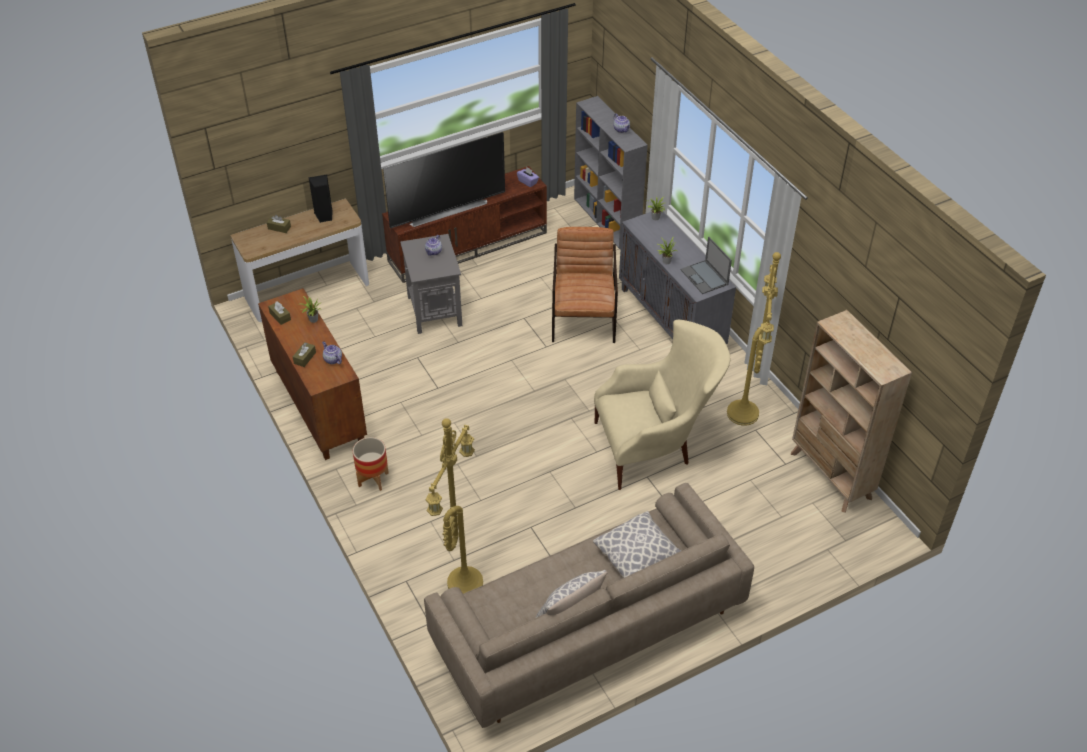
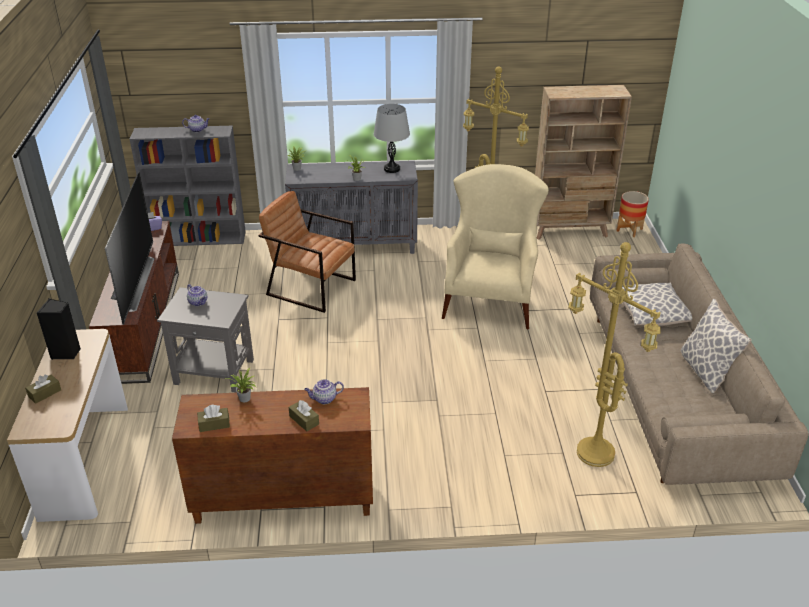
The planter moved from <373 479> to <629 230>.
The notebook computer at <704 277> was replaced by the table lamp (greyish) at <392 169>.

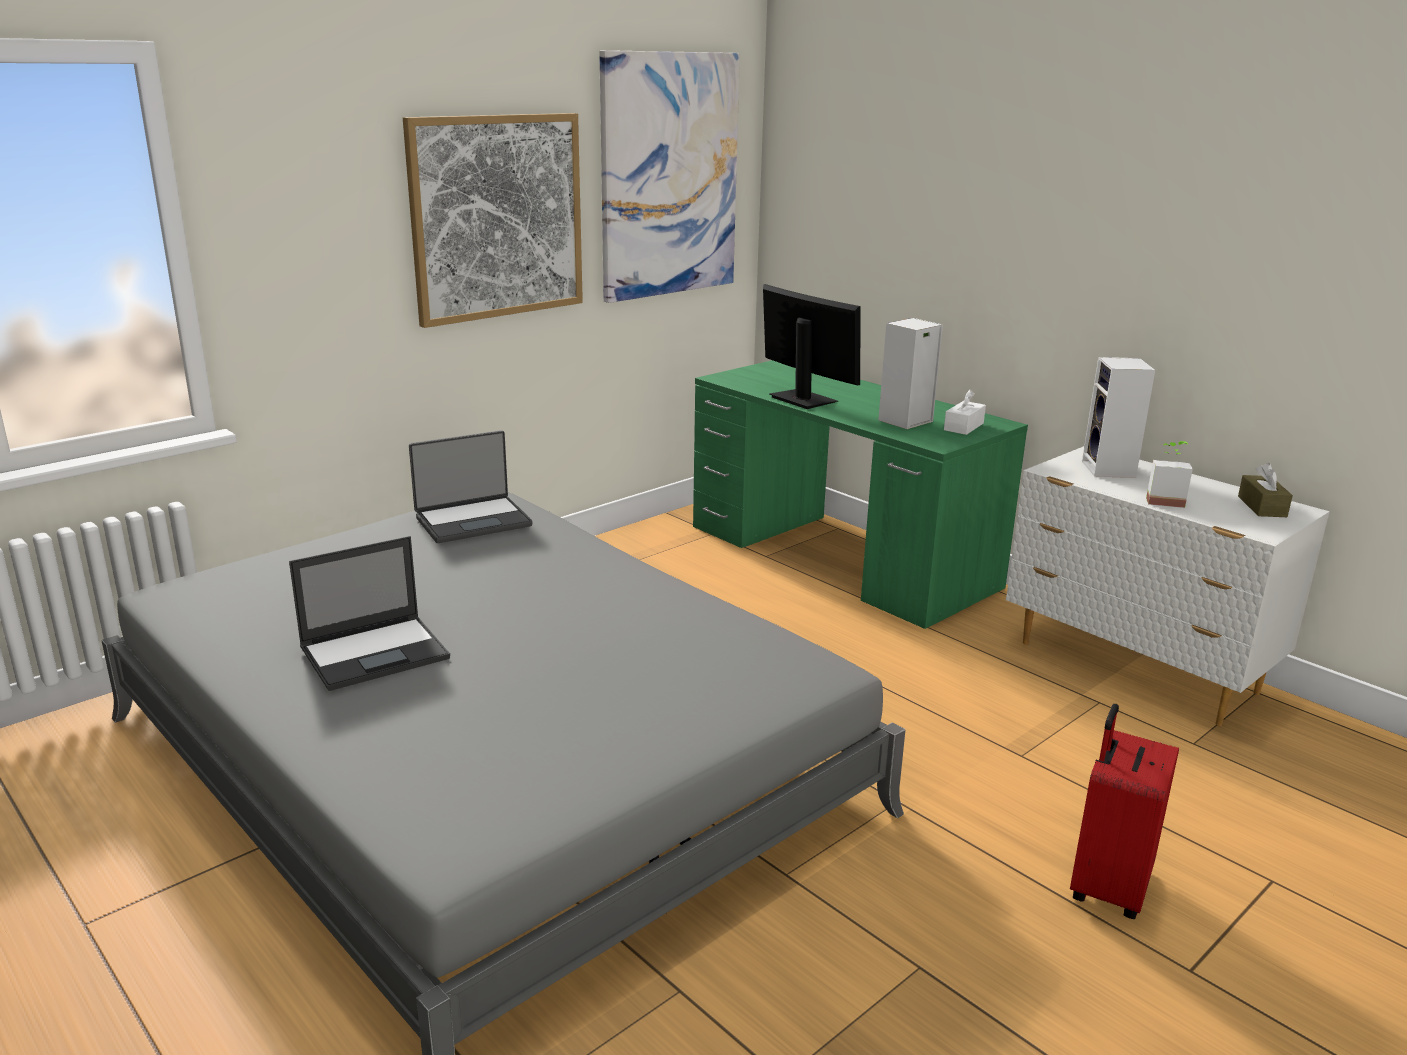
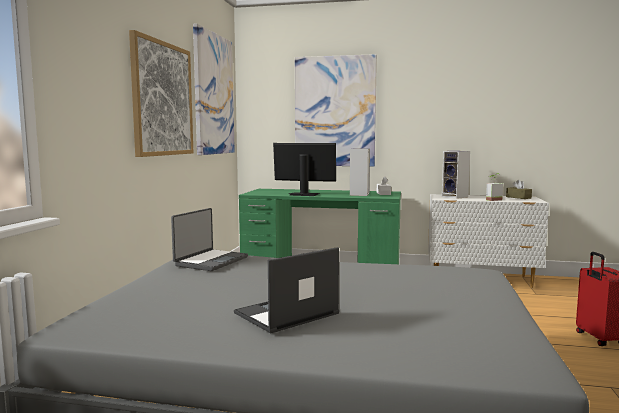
The wall art at <335 111> appeared.
The notebook computer at <376 652> turned 150 degrees counterclockwise.

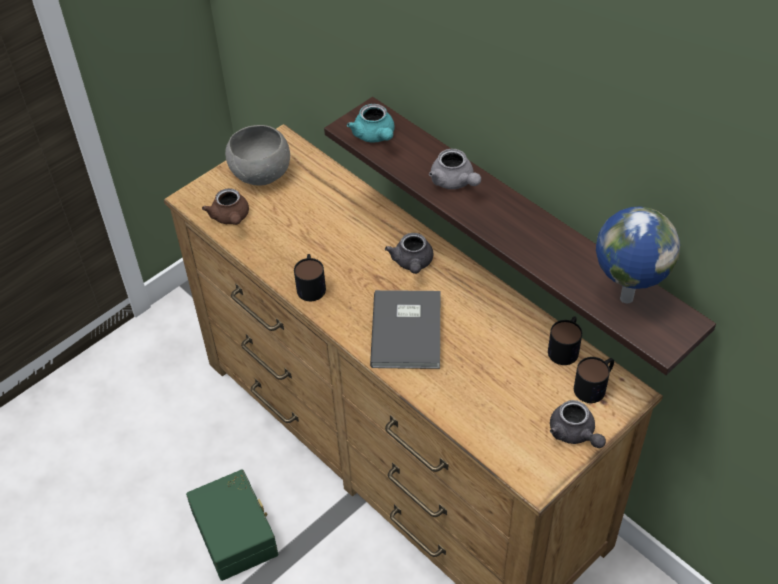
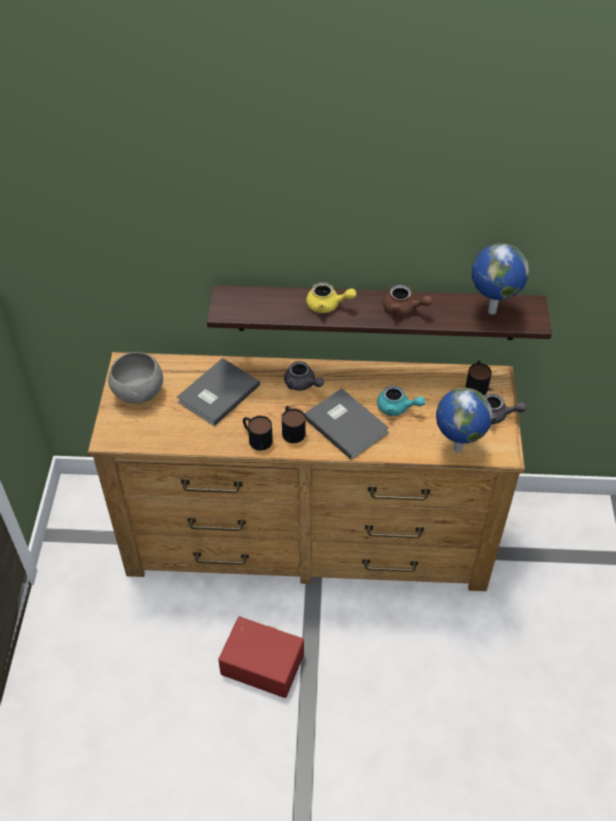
The book (greyish) at <216 393> appeared.
The globe at <456 448> appeared.
The tea pot (brown) moved from <231 218> to <404 309>.
The tea pot (turquoise) moved from <375 136> to <397 408>.
The tea mug moved from <565 347> to <292 429>.
The storage box (green-coloured) at <237 532> became the storage box (red-coloured) at <263 662>.
The tea pot (greyish) at <454 182> became the tea pot (yellow-coloured) at <327 306>.

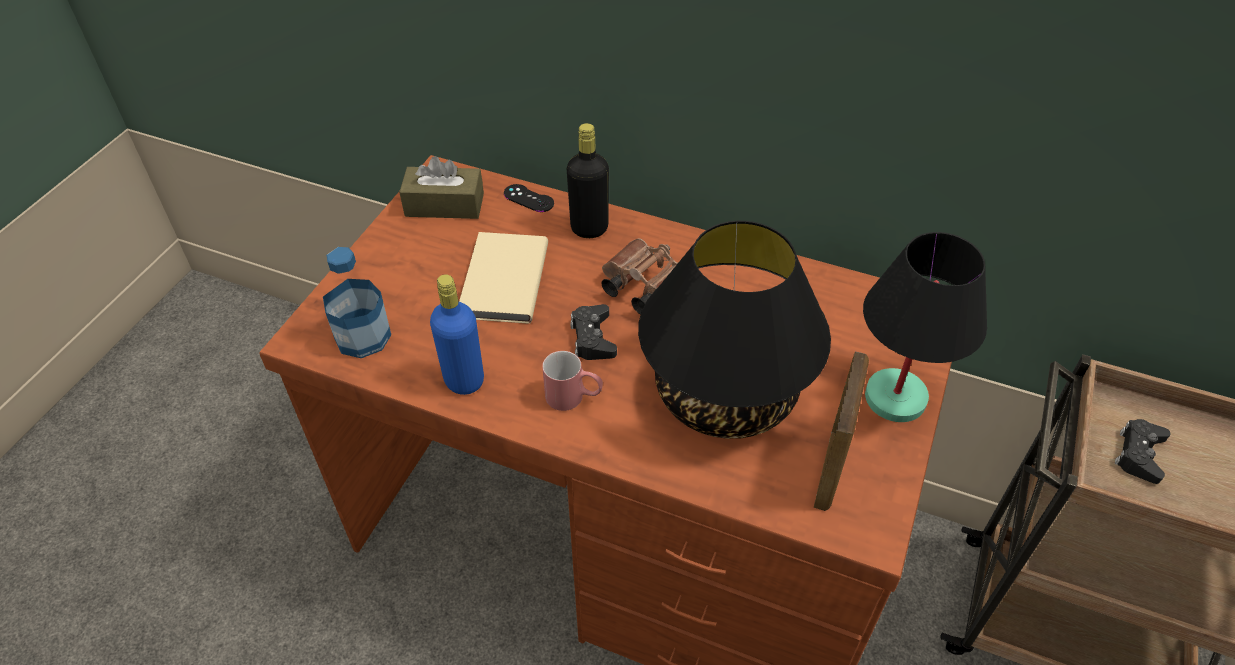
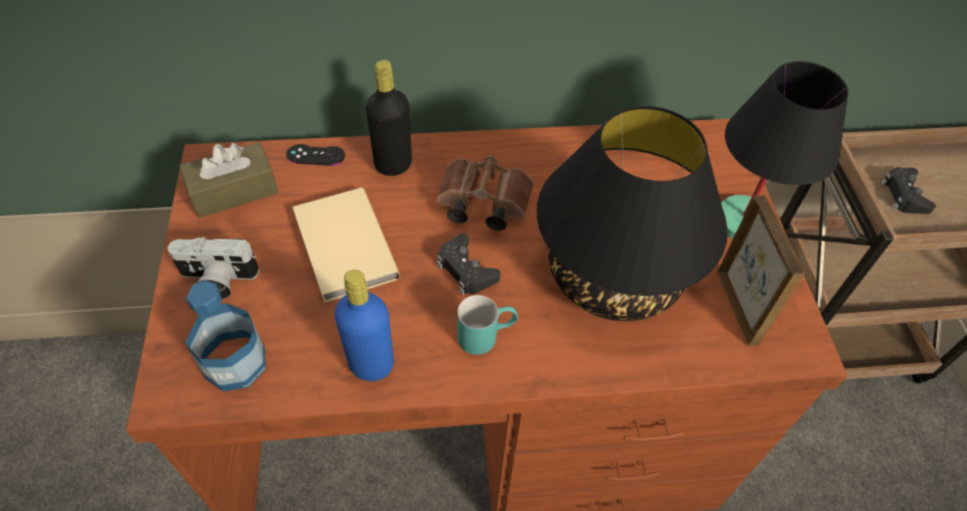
The photo camera at <217 280> appeared.
The tea mug (red-coloured) at <574 397> became the tea mug (turquoise) at <486 335>.

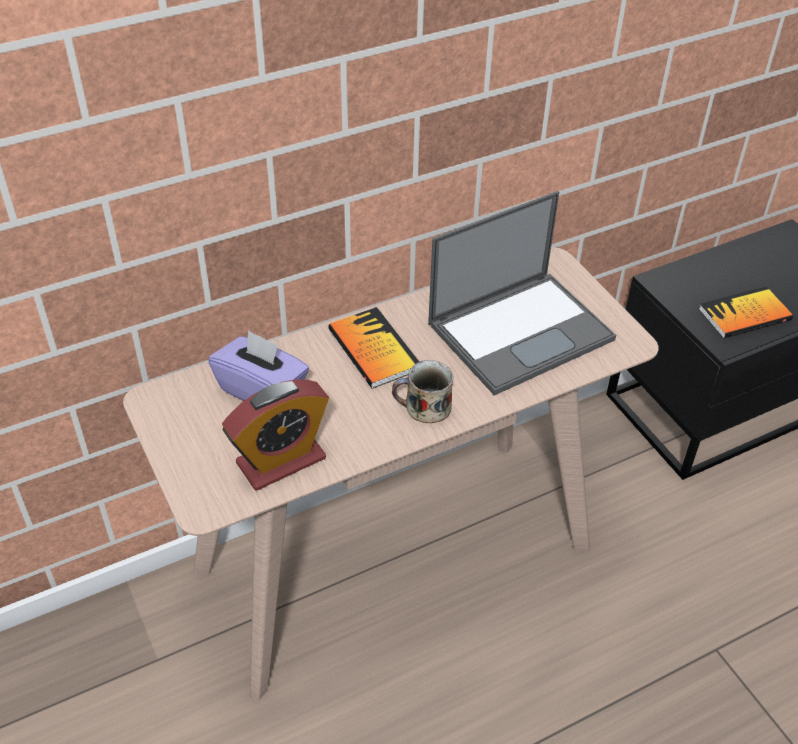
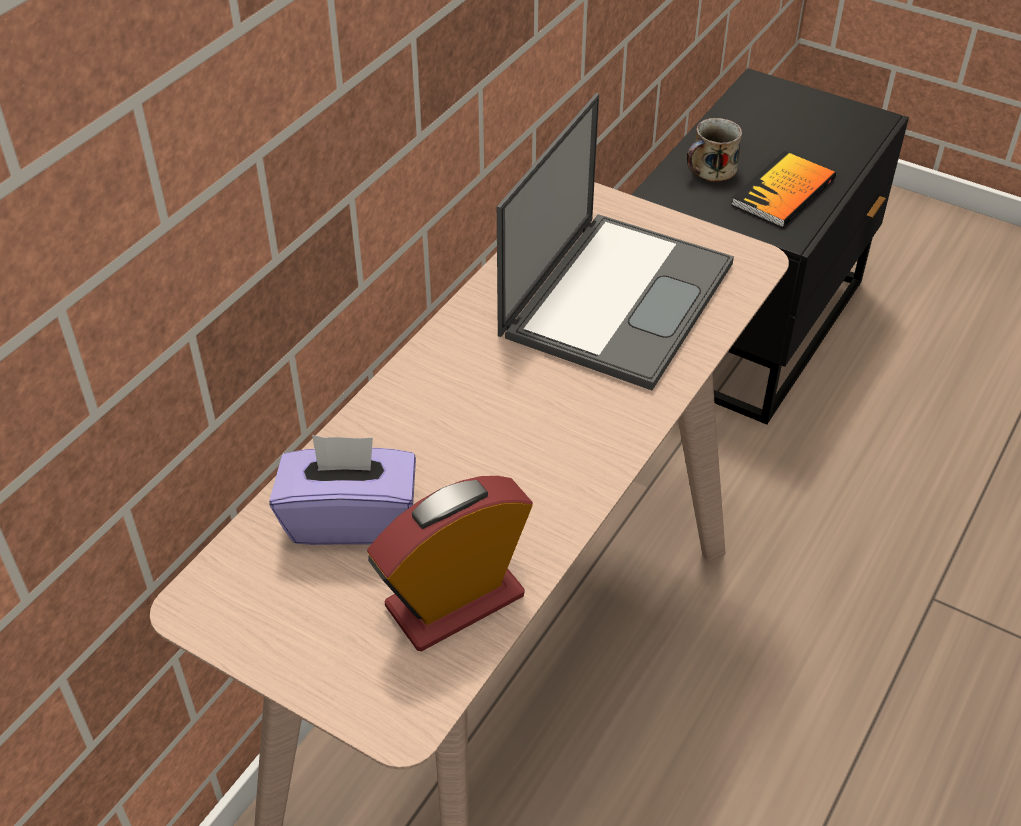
The book at <373 349> disappeared.
The tea mug moved from <425 407> to <711 170>.
The table clock at <281 461> turned 150 degrees counterclockwise.

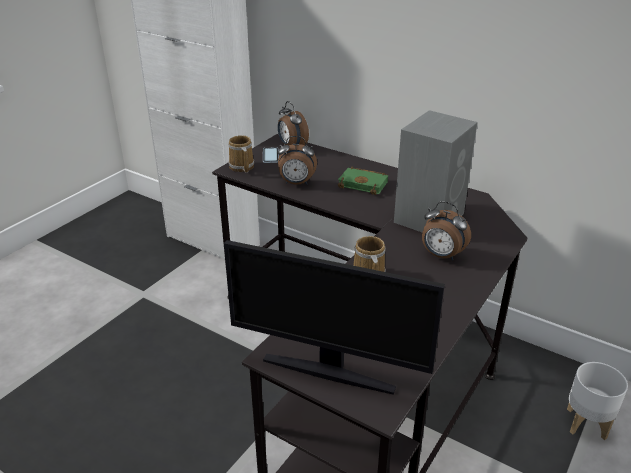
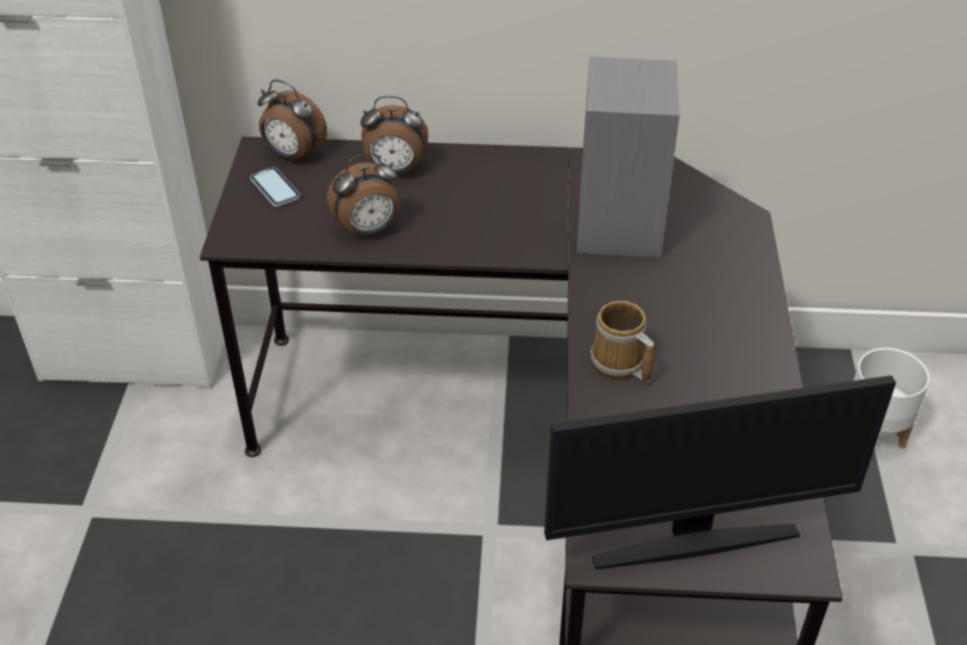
The tea mug at <241 167> disappeared.
The book (green-coloured) at <364 184> disappeared.
The table clock moved from <441 255> to <395 171>.

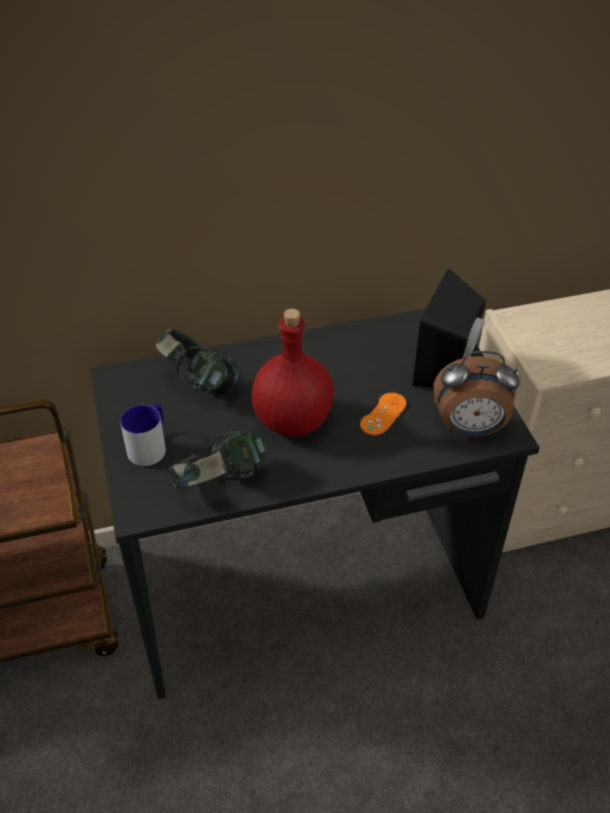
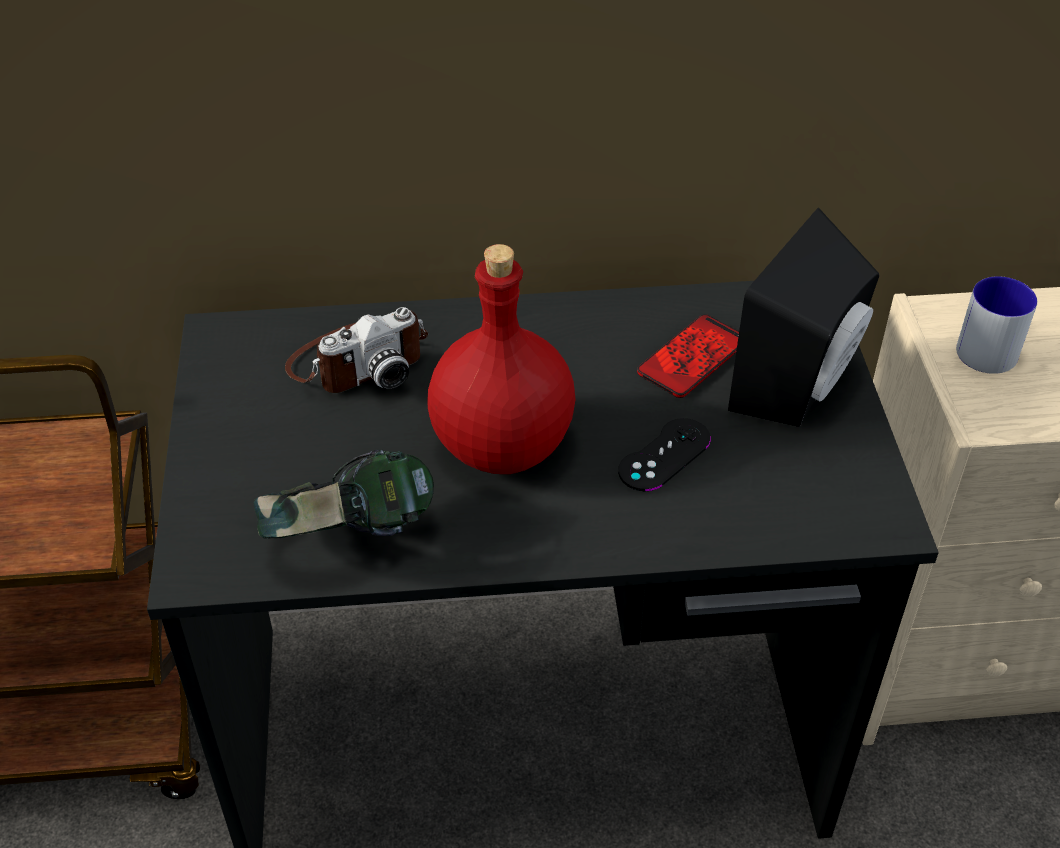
The table clock at <470 429> disappeared.
The handset at <692 357> appeared.
The tea mug moved from <150 446> to <990 345>.
The headphones at <199 383> was replaced by the photo camera at <358 362>.
The joypad (orange-coloured) at <383 414> became the joypad (black-coloured) at <664 455>.

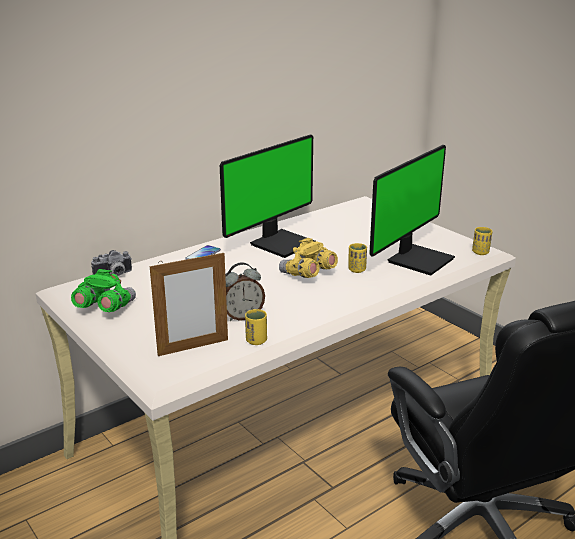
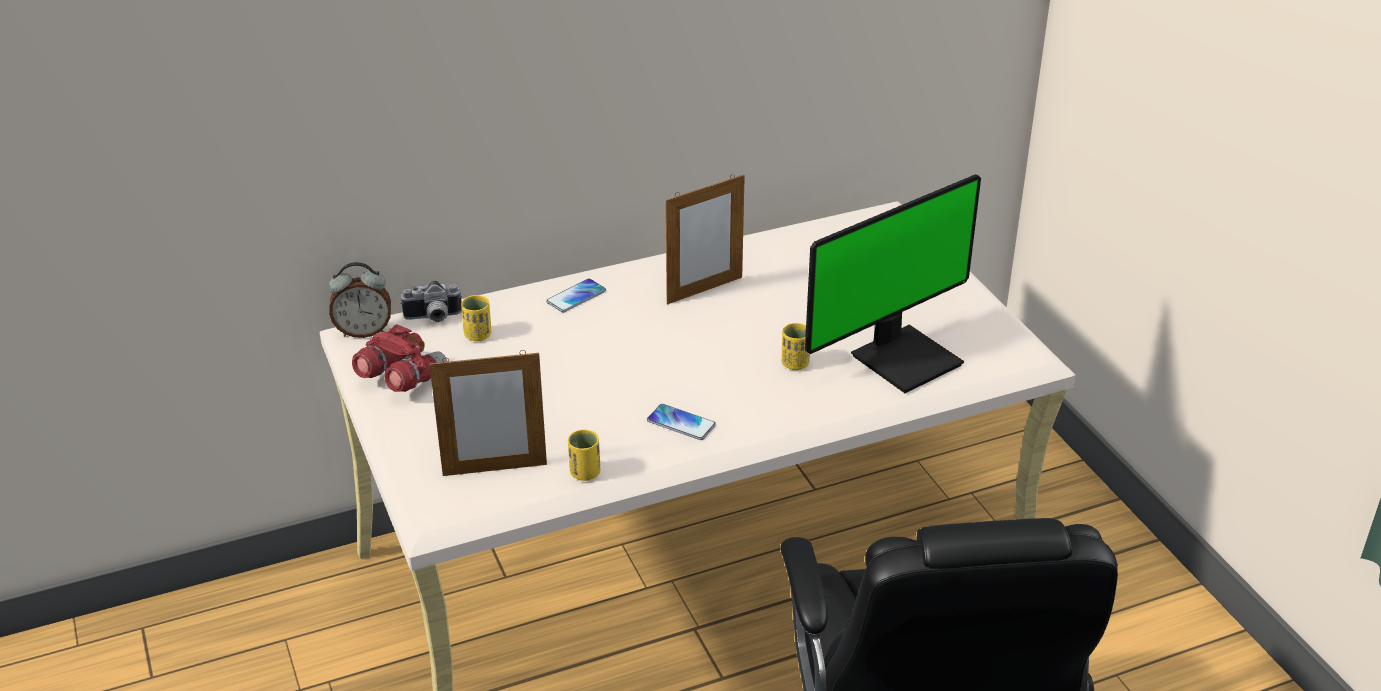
The binoculars (yellow-coloured) at <307 274> disappeared.
The handset at <681 423> appeared.
The table clock moved from <242 316> to <364 331>.
The cup (yellow-coloured) moved from <480 252> to <478 335>.
The monitor at <281 243> was replaced by the photo frame at <704 290>.
The binoculars (green-coloured) at <105 308> became the binoculars (red-coloured) at <401 379>.

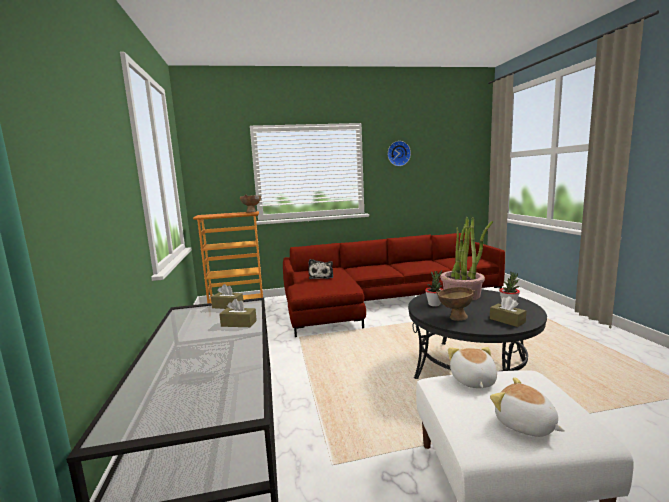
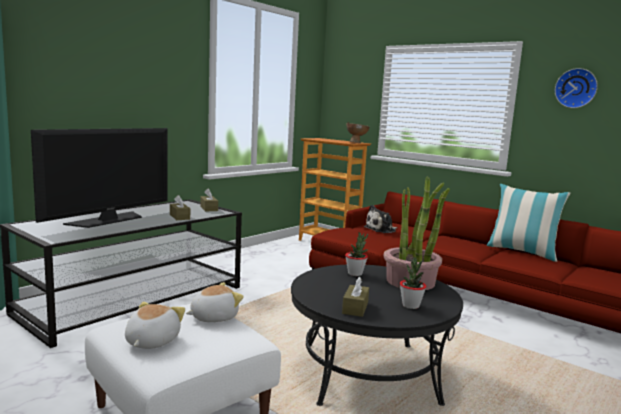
The serving bowl (brown) at <454 317> disappeared.
The TV set at <108 220> appeared.
The throw pillow at <522 252> appeared.

